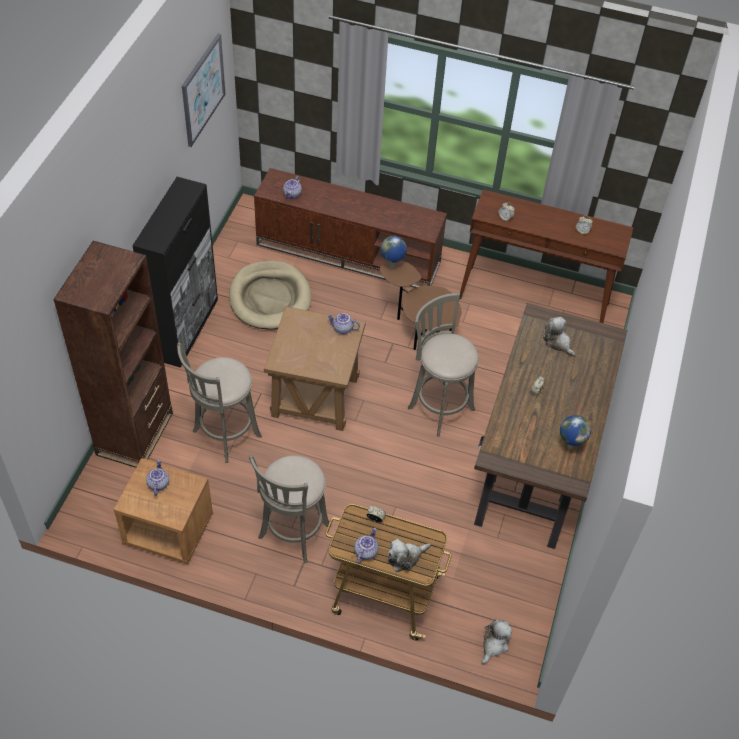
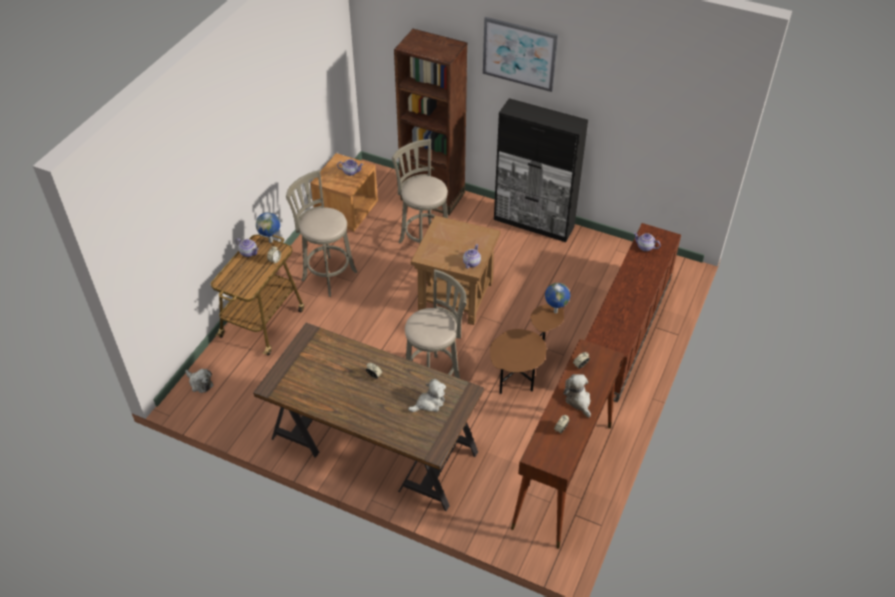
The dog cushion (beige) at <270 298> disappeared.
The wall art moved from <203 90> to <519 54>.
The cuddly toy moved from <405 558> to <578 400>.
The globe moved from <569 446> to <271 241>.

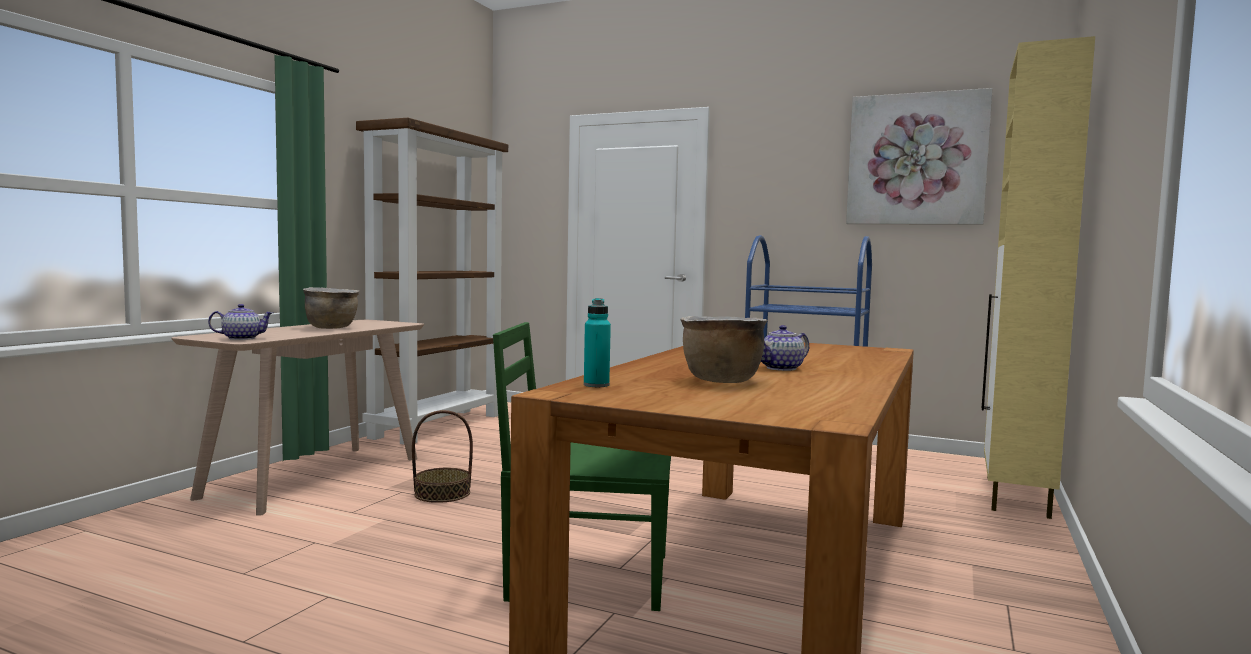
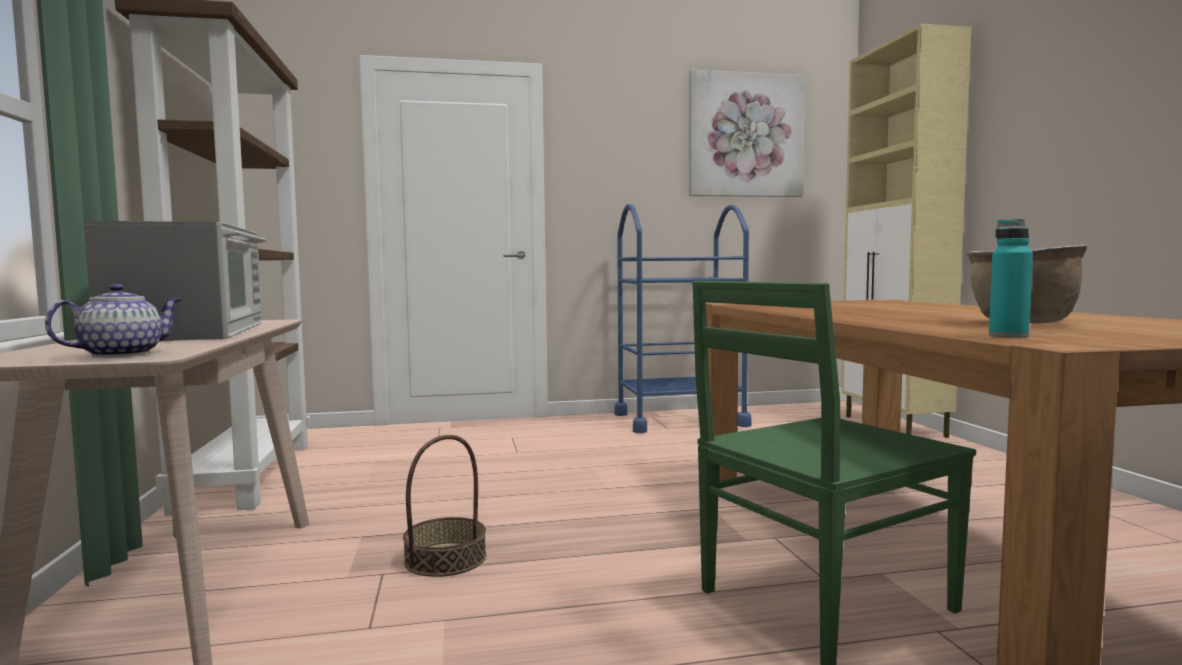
The tea pot at <782 368> disappeared.
The stockpot (brown) at <331 328> was replaced by the microwave at <194 332>.

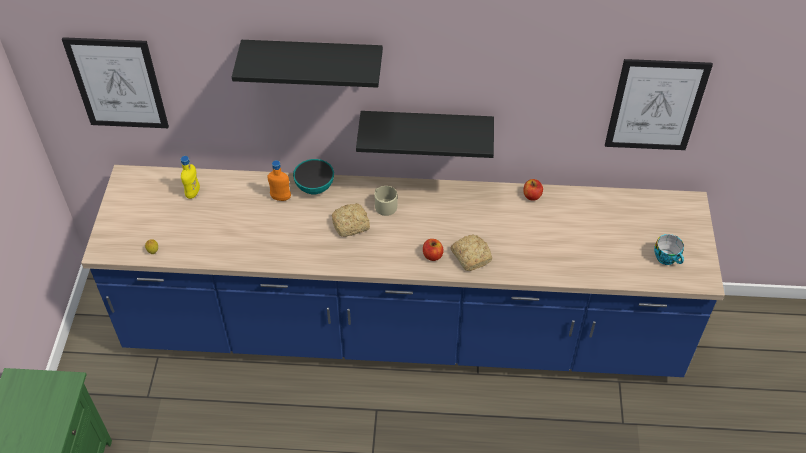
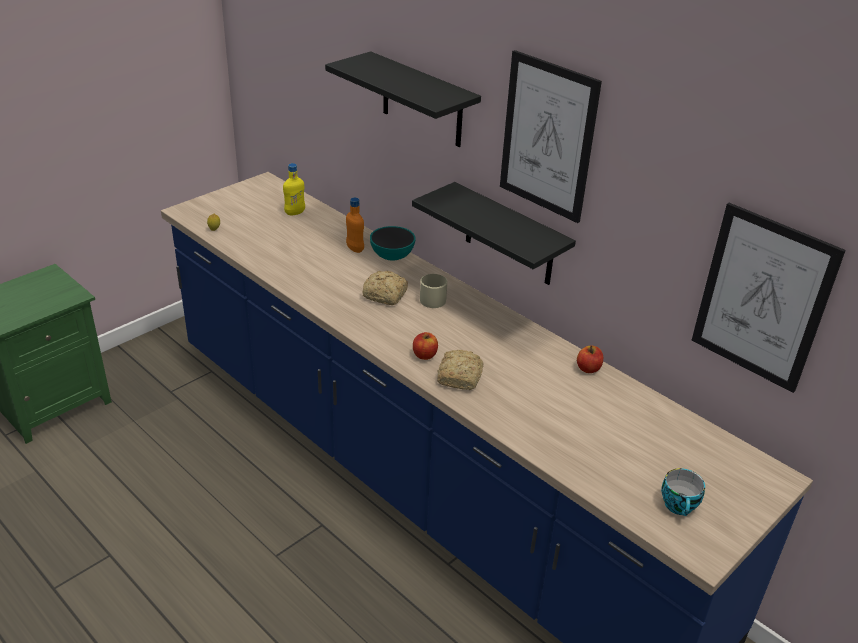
The wall art moved from <117 83> to <547 137>.

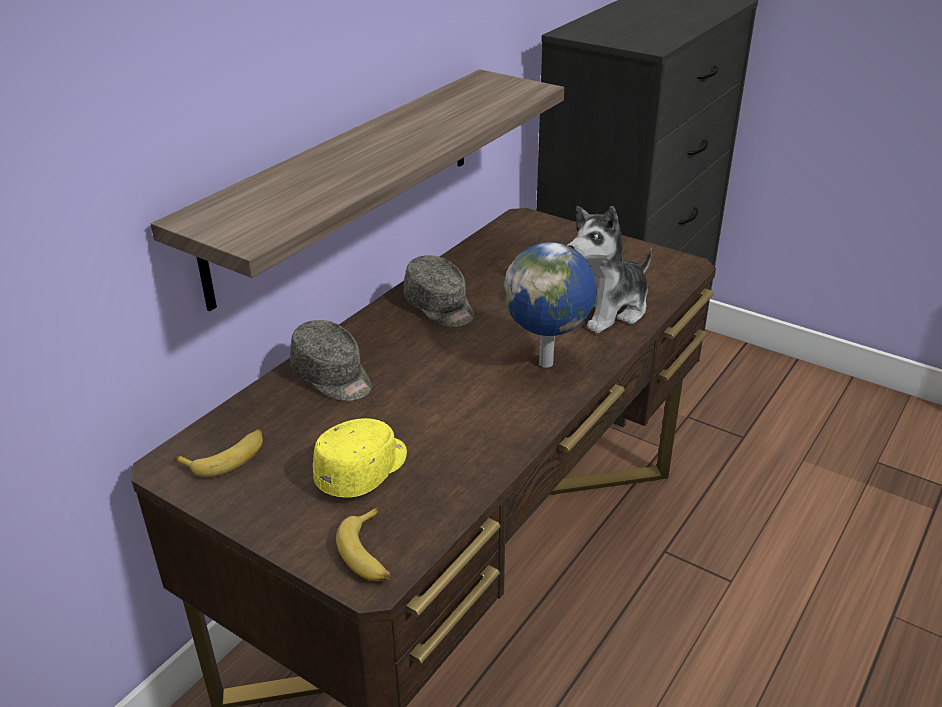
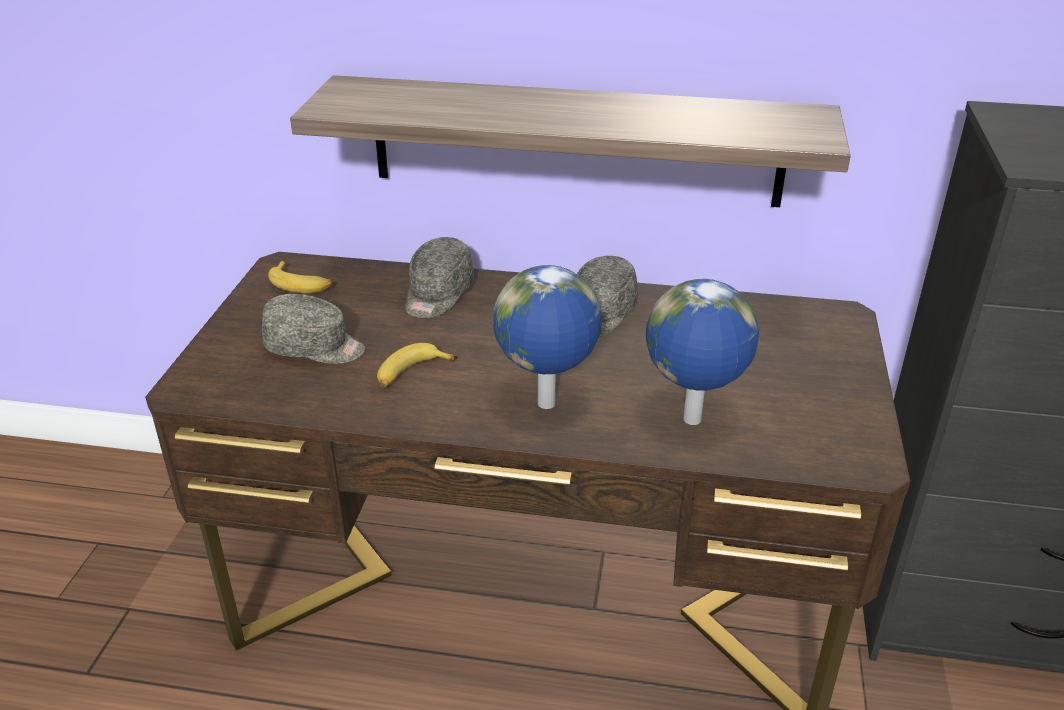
The banana moved from <369 554> to <411 373>.
The cuddly toy at <607 309> was replaced by the globe at <692 421>.
The peaked cap (yellow-coloured) at <364 470> became the peaked cap (greyish) at <315 348>.

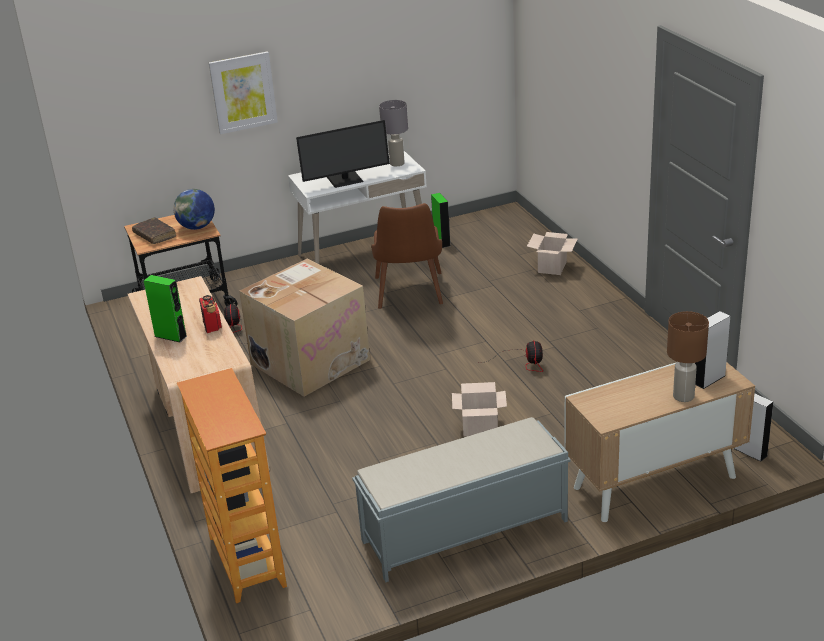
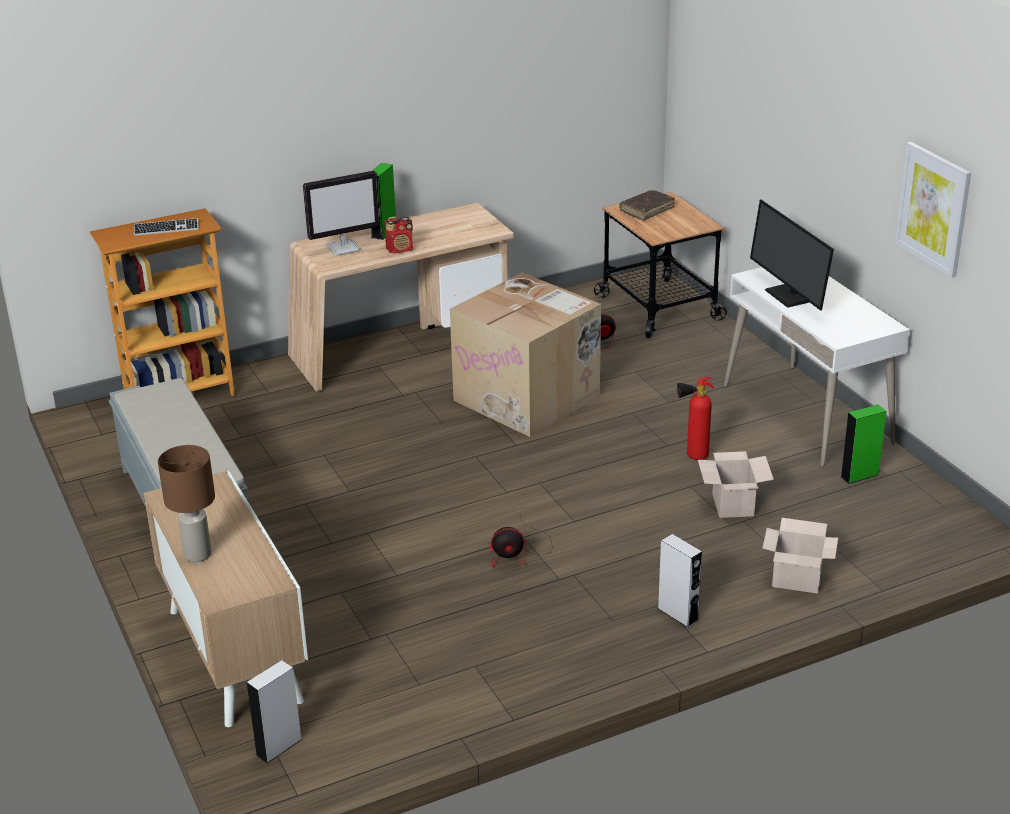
The globe at <197 227> disappeared.
The table lamp (greyish) at <397 163> disappeared.
The PC keyboard at <166 229> appeared.
The monitor at <344 248> appeared.
The wall art moved from <243 92> to <933 208>.
The carton moved from <479 427> to <731 504>.
The loudspeaker (greyish) moved from <709 379> to <678 614>.
The plain chair (brown) at <410 296> was replaced by the fire-fighting cylinder at <692 457>.

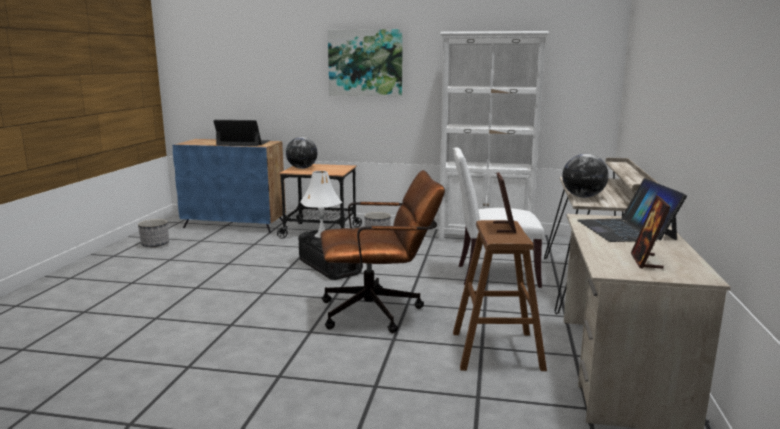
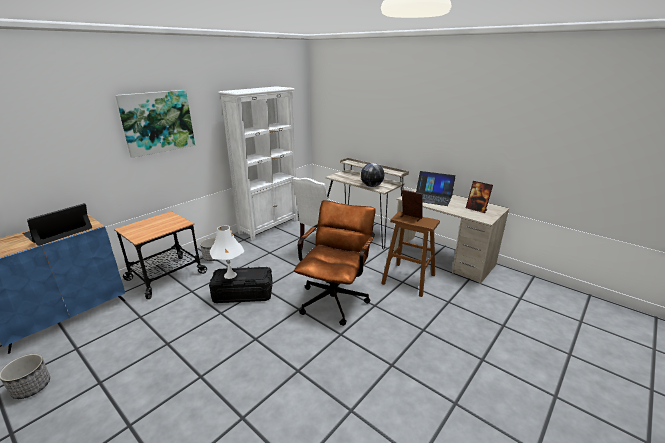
The globe at <302 168> disappeared.

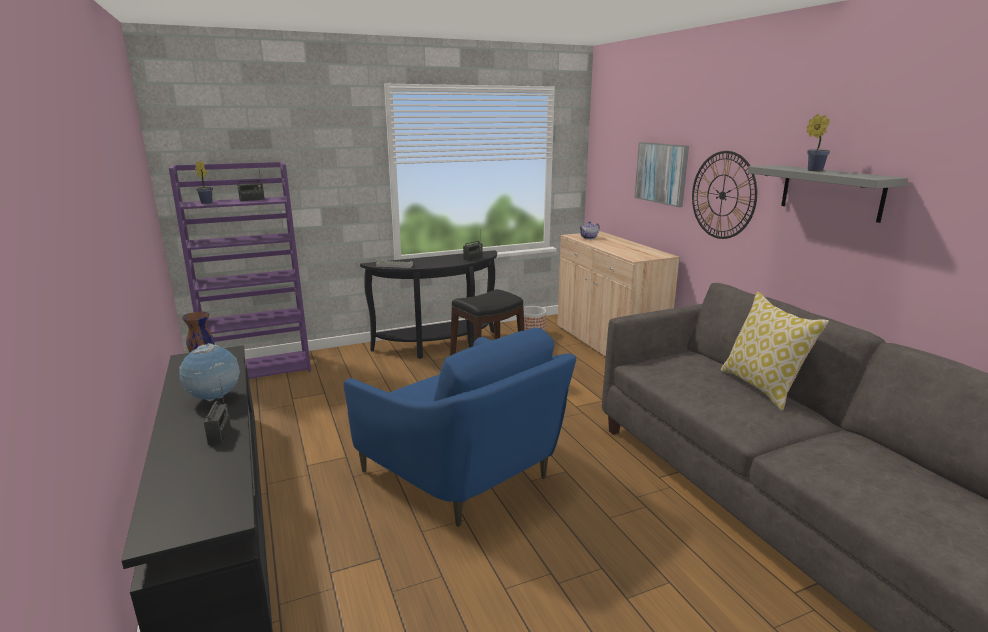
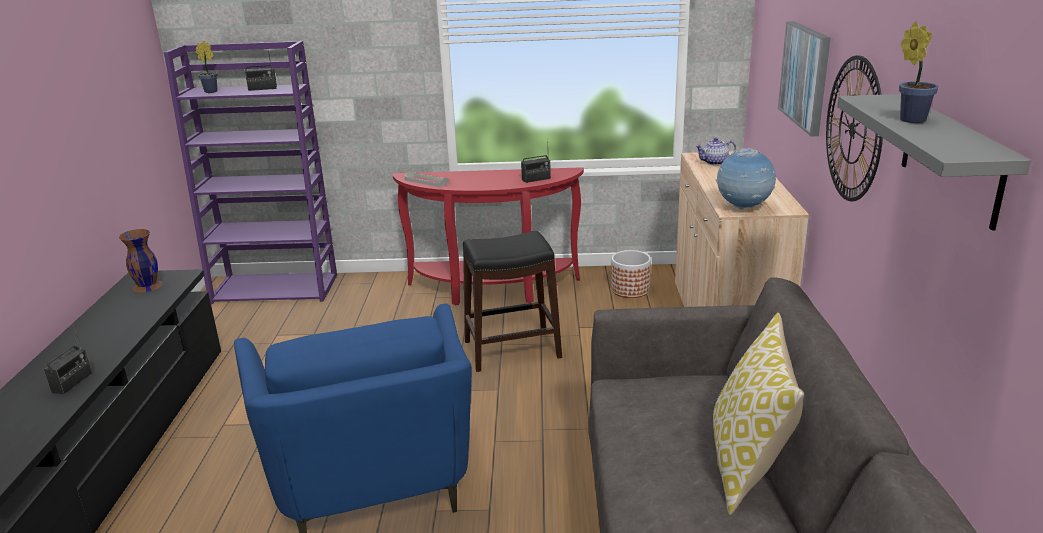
The globe moved from <214 399> to <743 208>.
The console table (black-coloured) at <439 346> became the console table (red-coloured) at <493 291>.

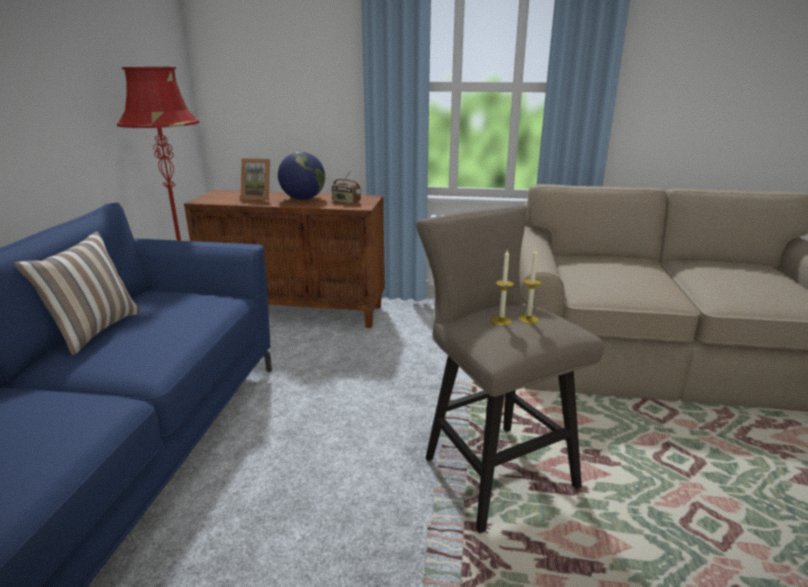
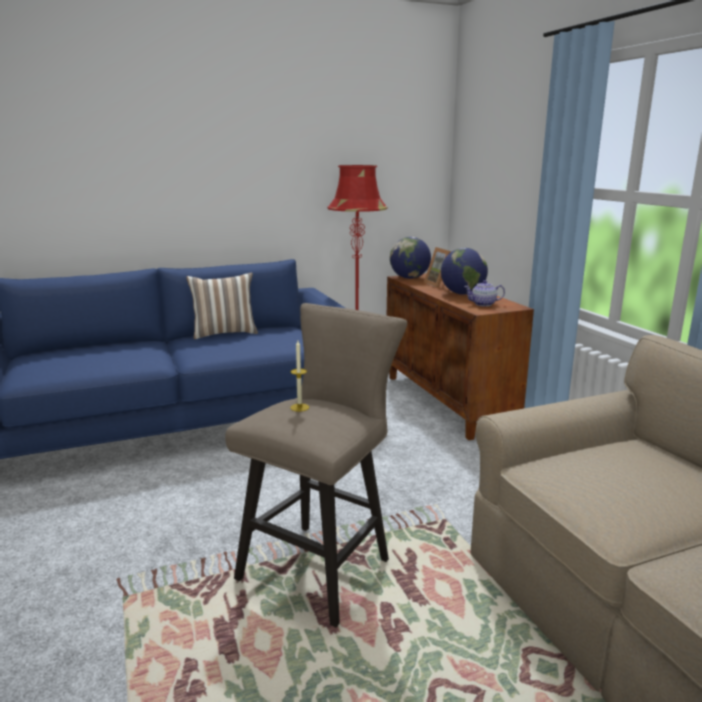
The wax candle at <528 319> disappeared.
The globe at <409 278> appeared.
The radio at <346 201> was replaced by the tea pot at <483 304>.

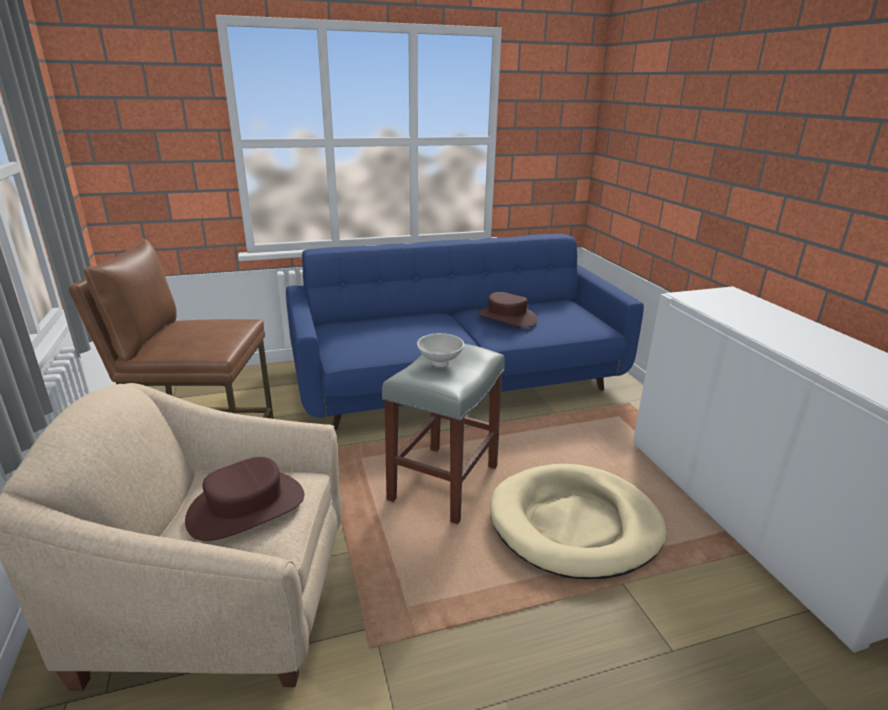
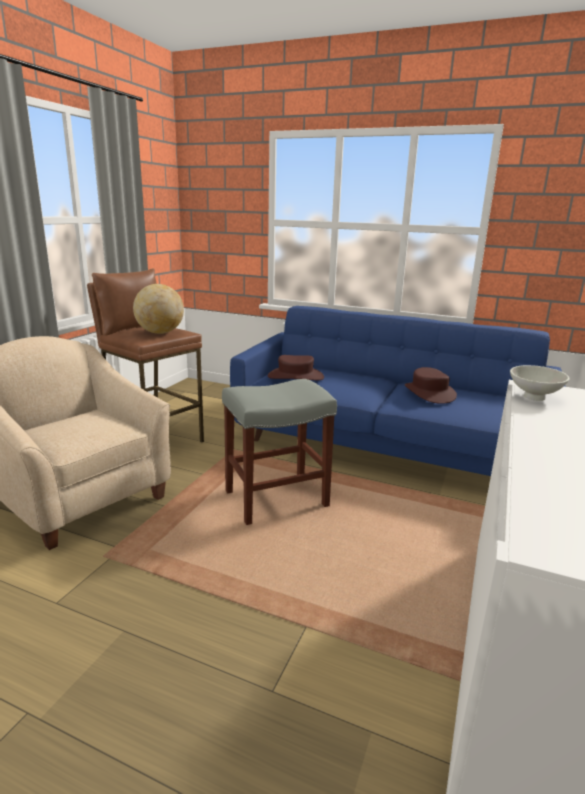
The dog cushion (beige) at <575 524> disappeared.
The globe at <160 333> appeared.
The wearable hat (brown) moved from <246 508> to <295 376>.
The serving bowl (whitish) moved from <441 363> to <535 397>.

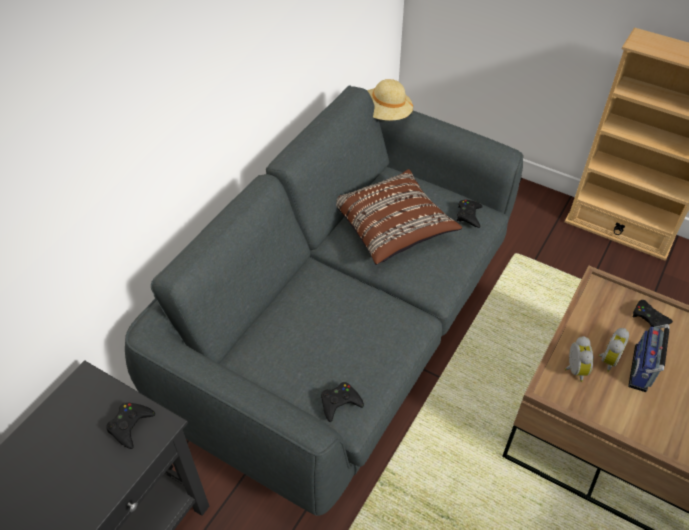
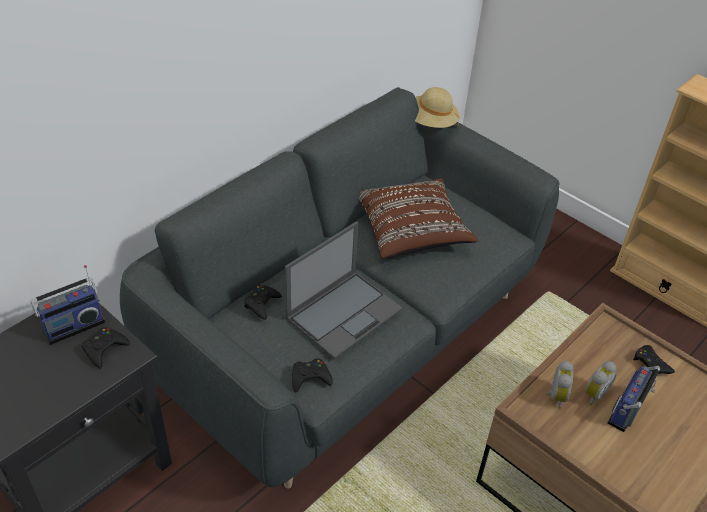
The radio at <73 325> appeared.
The notebook computer at <344 313> appeared.
The joypad (black-coloured) moved from <469 215> to <261 304>.

